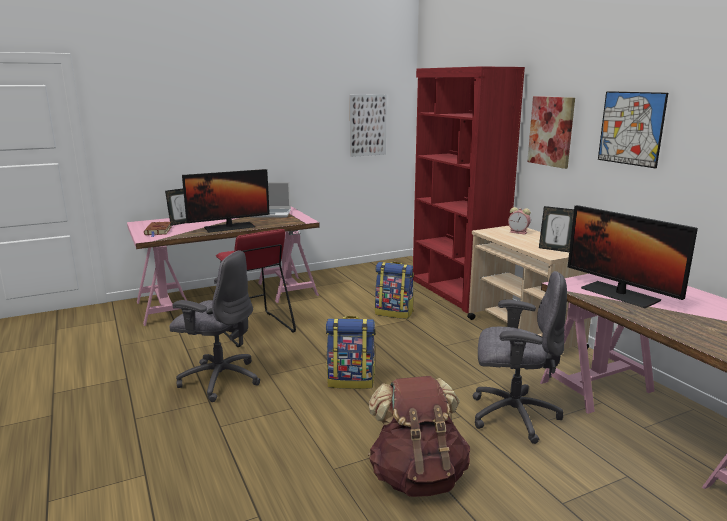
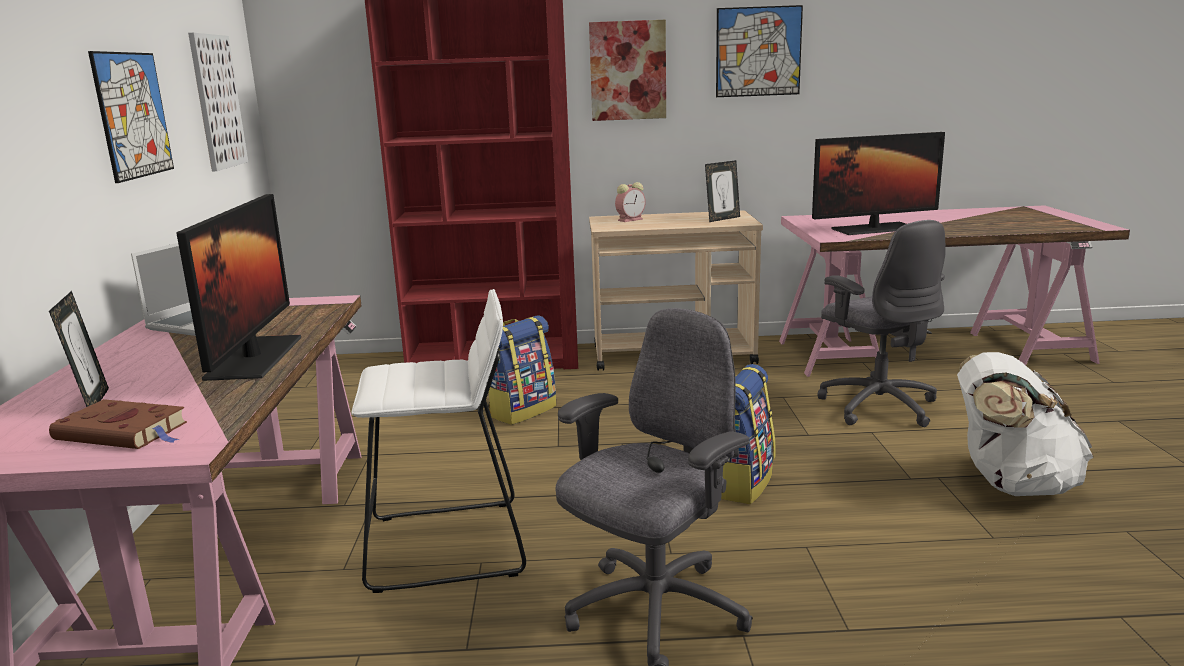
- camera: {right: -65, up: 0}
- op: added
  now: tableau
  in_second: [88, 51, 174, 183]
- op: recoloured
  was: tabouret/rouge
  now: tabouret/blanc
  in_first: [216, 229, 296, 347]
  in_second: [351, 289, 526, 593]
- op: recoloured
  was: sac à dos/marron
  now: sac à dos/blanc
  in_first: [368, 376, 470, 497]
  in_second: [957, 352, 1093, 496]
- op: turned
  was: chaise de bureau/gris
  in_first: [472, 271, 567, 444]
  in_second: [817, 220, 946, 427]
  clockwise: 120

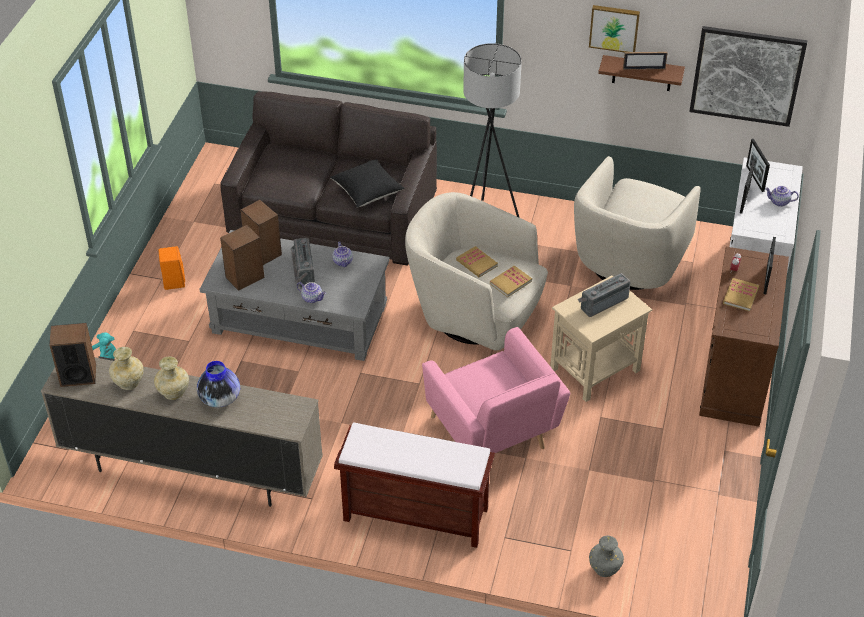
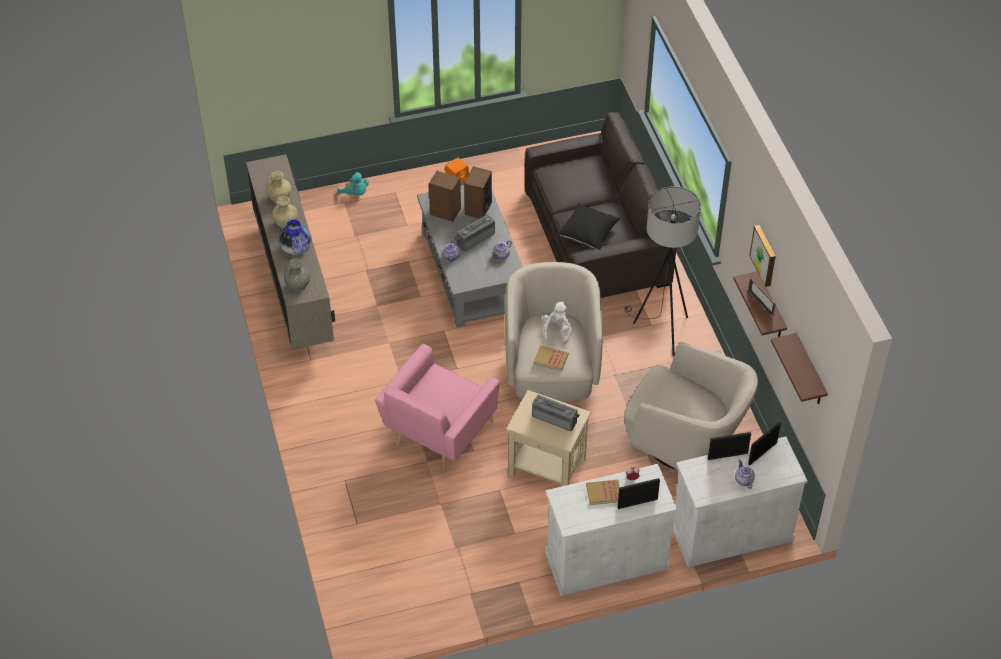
- camera: {right: 60, up: 5}
- op: removed
  was: enceinte
  in_first: [49, 323, 96, 387]
- op: removed
  was: banc/marron
  in_first: [334, 422, 495, 548]
- op: moved
  was: vase/gris
  in_first: [589, 536, 624, 577]
  in_second: [284, 258, 310, 291]
- op: replaced
  was: livre
  now: peluche/blanc
  in_first: [456, 246, 498, 277]
  in_second: [543, 302, 572, 344]
- op: replaced
  was: tableau
  now: étagère/marron
  in_first: [689, 26, 807, 127]
  in_second: [771, 333, 828, 404]
- op: recoloured
  was: meuble de rangement/marron
  now: meuble de rangement/blanc
  in_first: [699, 247, 789, 427]
  in_second: [545, 464, 678, 596]
- op: turned
  was: fauteuil/beige
  in_first: [574, 156, 701, 290]
  in_second: [624, 342, 758, 470]
  clockwise: -150

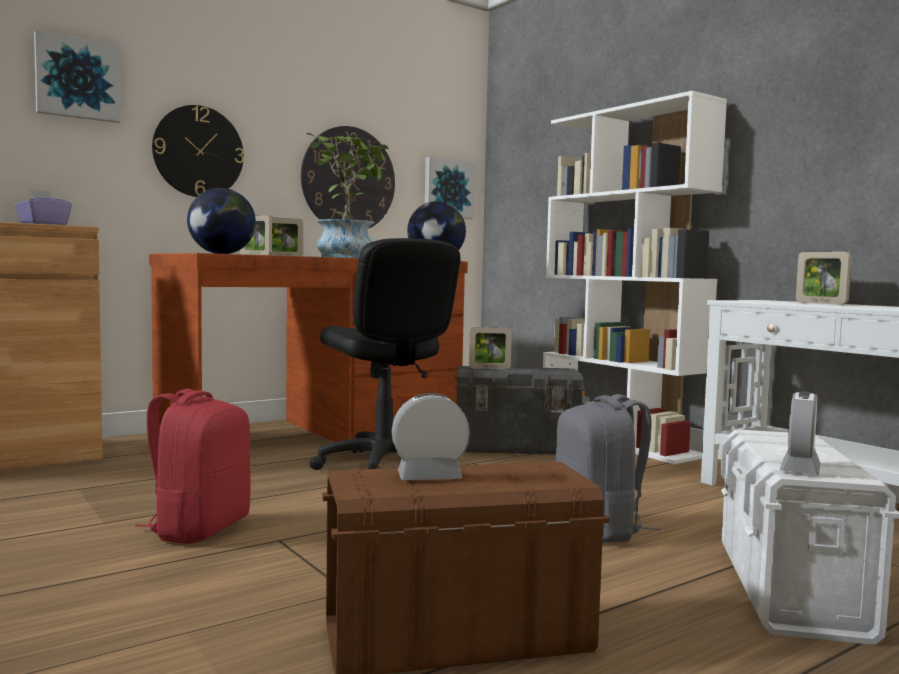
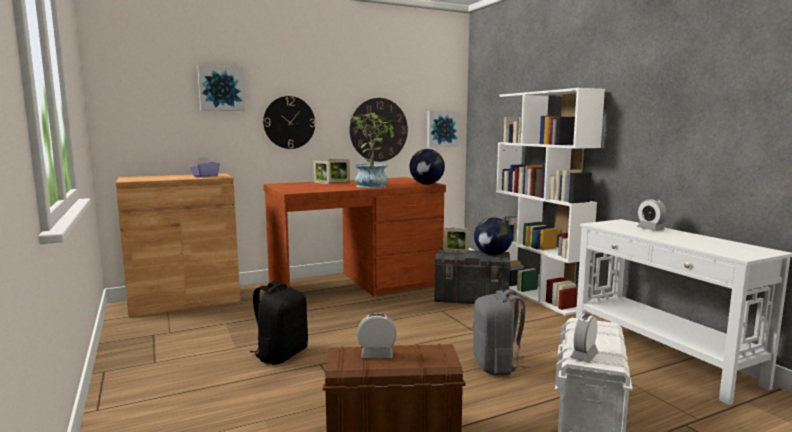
- camera: {right: 10, up: 5}
- op: removed
  was: chaise de bureau/noir
  in_first: [310, 238, 461, 470]
- op: moved
  was: globe
  in_first: [187, 188, 256, 254]
  in_second: [474, 217, 513, 255]
- op: replaced
  was: cadre photo
  now: réveil
  in_first: [796, 252, 852, 305]
  in_second: [637, 199, 667, 231]
- op: recoloured
  was: sac à dos/rouge
  now: sac à dos/noir
  in_first: [135, 389, 250, 544]
  in_second: [250, 281, 308, 365]

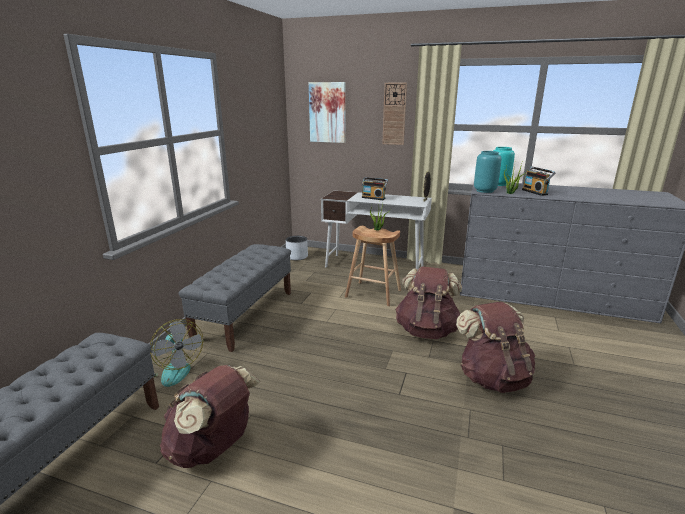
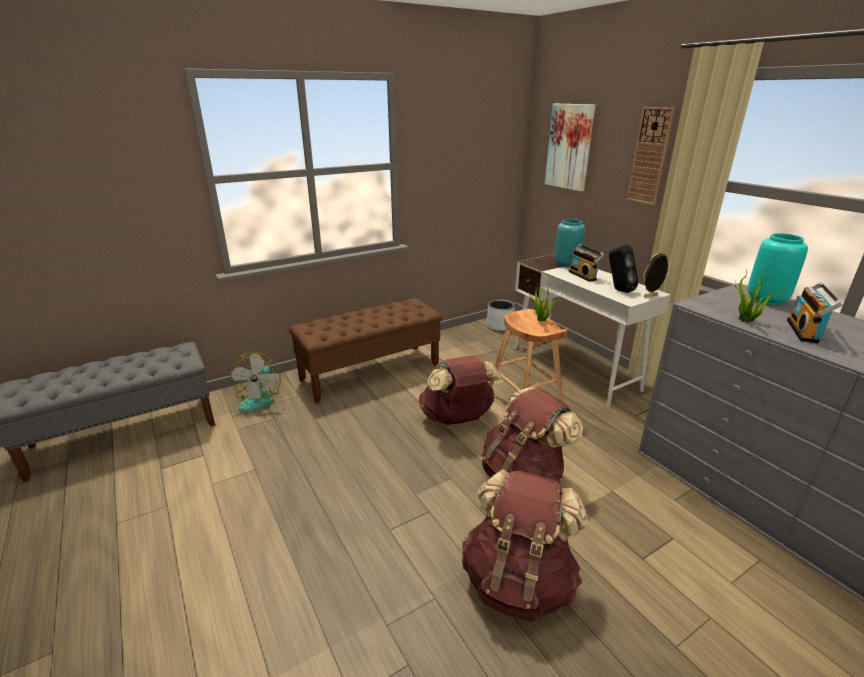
- camera: {right: 40, up: 5}
- op: added
  now: enceinte/noir
  in_second: [609, 245, 638, 293]
- op: moved
  was: sac à dos/marron
  in_first: [160, 365, 260, 468]
  in_second: [419, 355, 502, 425]
- op: moved
  was: vase/turquoise
  in_first: [474, 151, 502, 193]
  in_second: [554, 219, 585, 267]
- op: recoloured
  was: banc/gris
  now: banc/marron
  in_first: [179, 244, 291, 352]
  in_second: [289, 299, 442, 404]

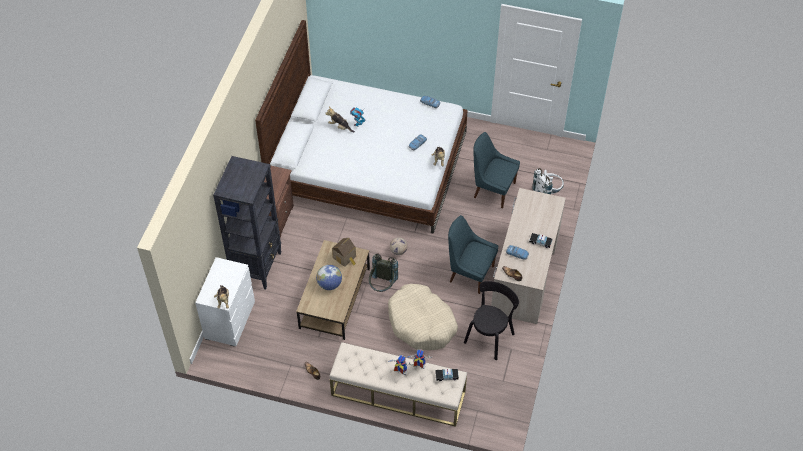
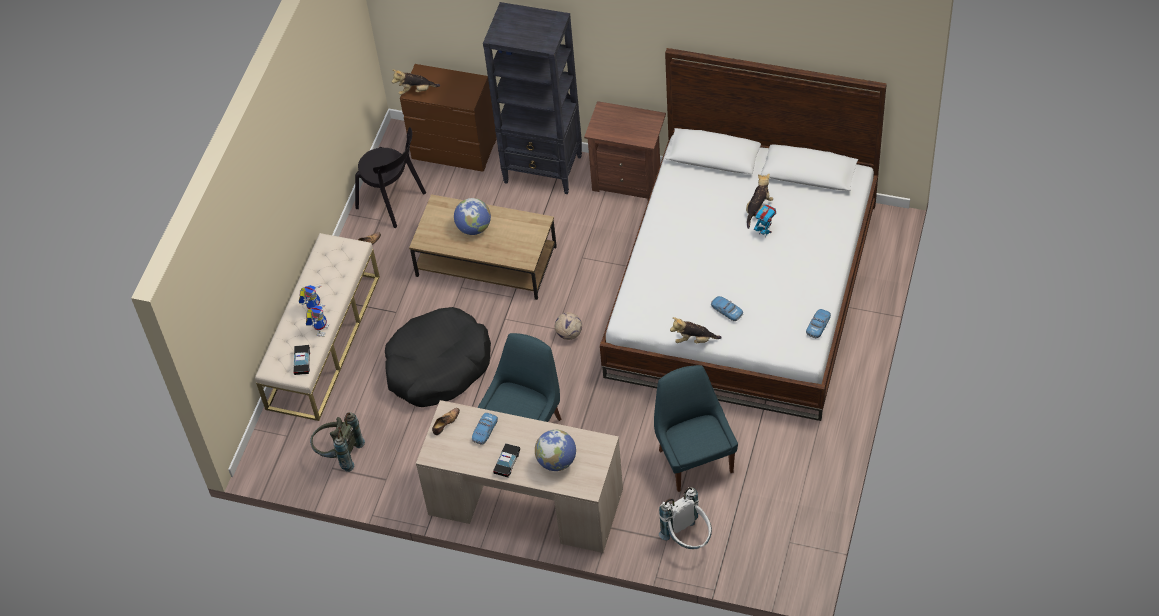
- camera: {right: 95, up: 0}
- op: removed
  was: maison miniature
  in_first: [332, 238, 356, 267]
- op: added
  now: globe
  in_second: [535, 430, 576, 471]
- op: moved
  was: sac à dos/gris
  in_first: [369, 254, 398, 292]
  in_second: [310, 412, 365, 472]
- op: moved
  was: chaise/noir
  in_first: [464, 281, 519, 360]
  in_second: [355, 127, 426, 228]
- op: recoloured
  was: commode/blanc
  now: commode/marron
  in_first: [195, 257, 255, 347]
  in_second: [400, 64, 497, 172]
- op: recoloured
  was: panier pour chien/beige
  now: panier pour chien/noir
  in_first: [388, 284, 458, 350]
  in_second: [385, 307, 491, 407]
- op: turned
  was: chaise/bleu
  in_first: [473, 132, 520, 208]
  in_second: [654, 365, 738, 492]
  clockwise: -45

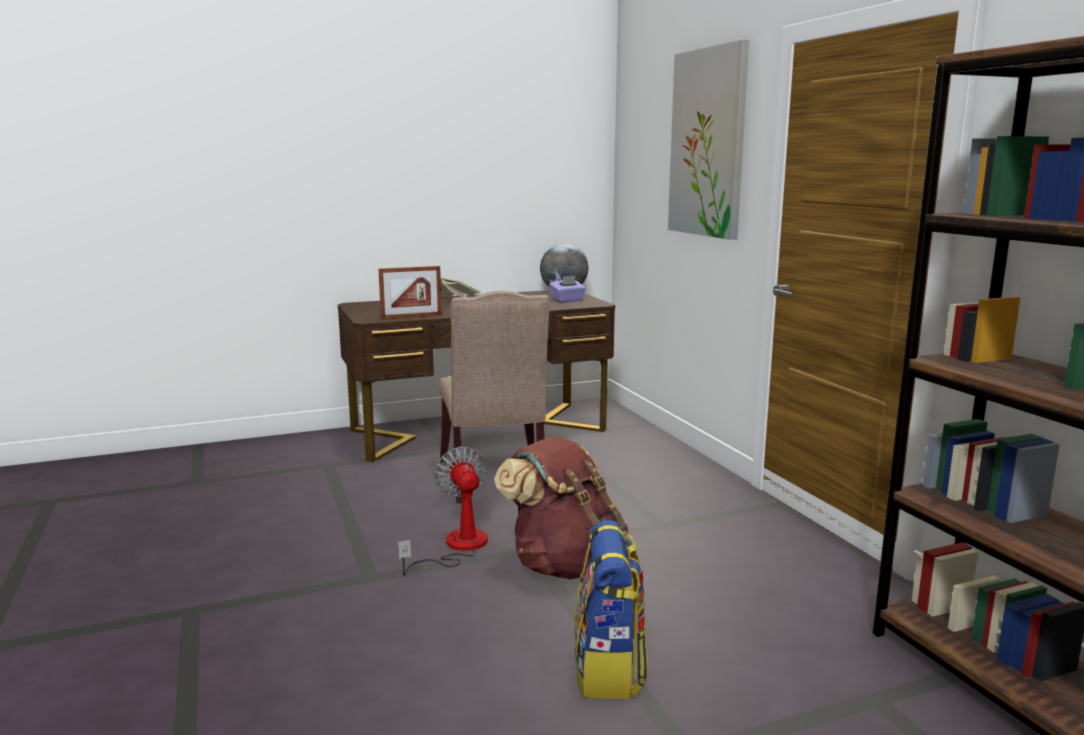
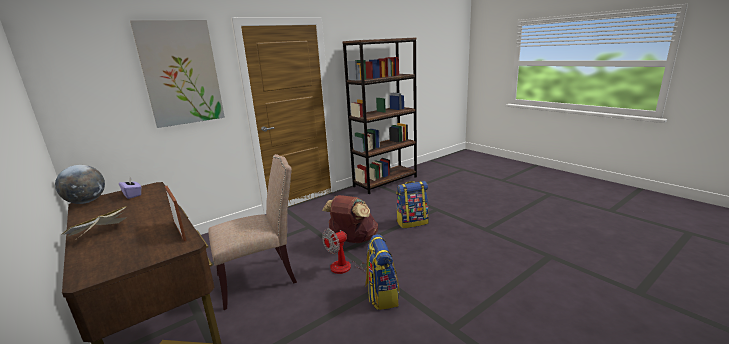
- camera: {right: -105, up: 5}
- op: added
  now: sac à dos
  in_second: [365, 234, 399, 310]

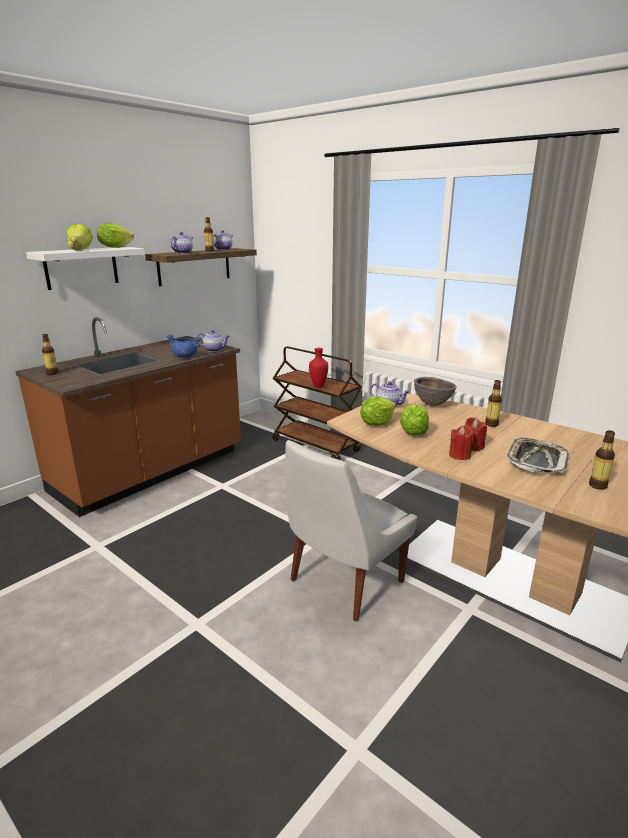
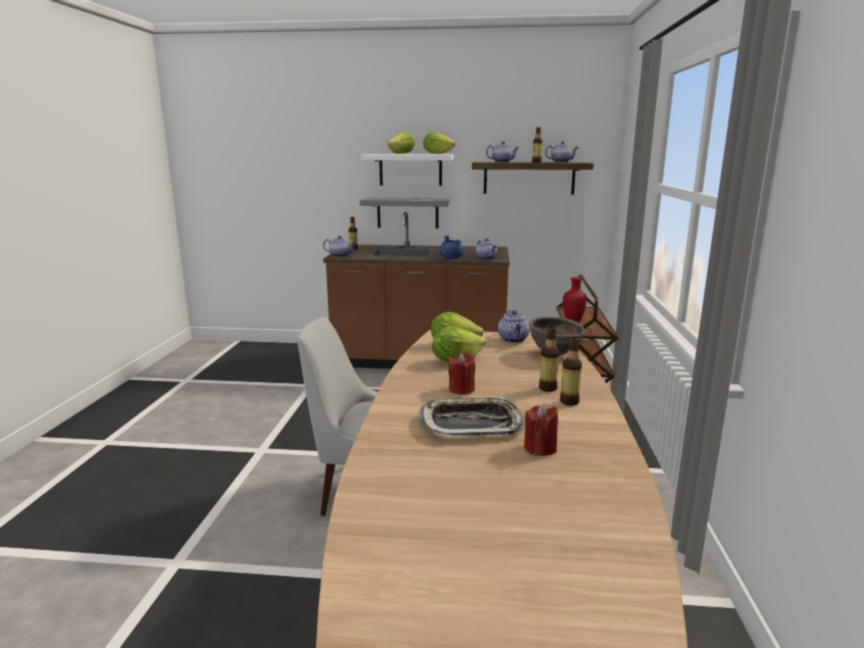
- camera: {right: 55, up: -5}
- op: added
  now: théière
  in_second: [323, 236, 356, 257]
- op: added
  now: étagère/gris
  in_second: [360, 198, 450, 229]
- op: moved
  was: bougie/rouge
  in_first: [449, 426, 474, 460]
  in_second: [524, 404, 558, 456]
- op: moved
  was: bouteille
  in_first: [589, 430, 615, 490]
  in_second: [560, 337, 582, 406]

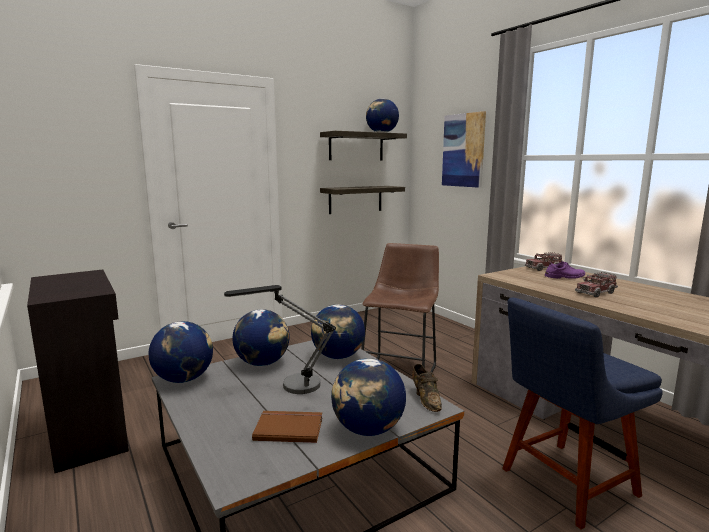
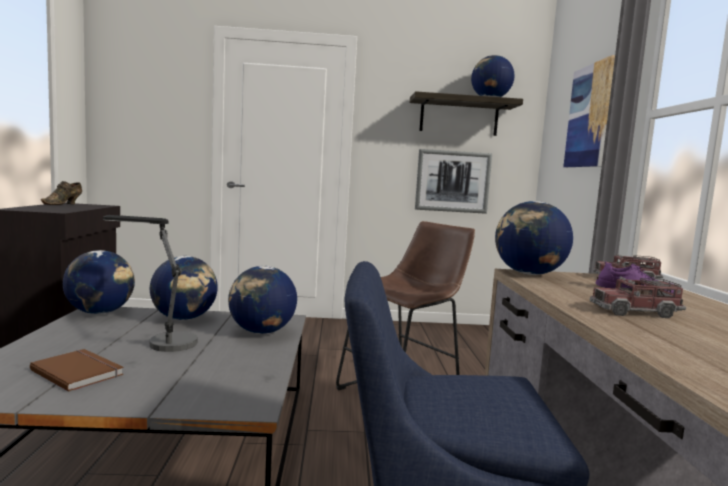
- camera: {right: 30, up: -5}
- op: moved
  was: globe
  in_first: [331, 358, 406, 436]
  in_second: [495, 201, 573, 275]
- op: moved
  was: chaussure/marron
  in_first: [412, 364, 442, 412]
  in_second: [41, 181, 82, 205]
- op: replaced
  was: étagère
  now: tableau
  in_first: [320, 186, 405, 214]
  in_second: [415, 149, 492, 214]

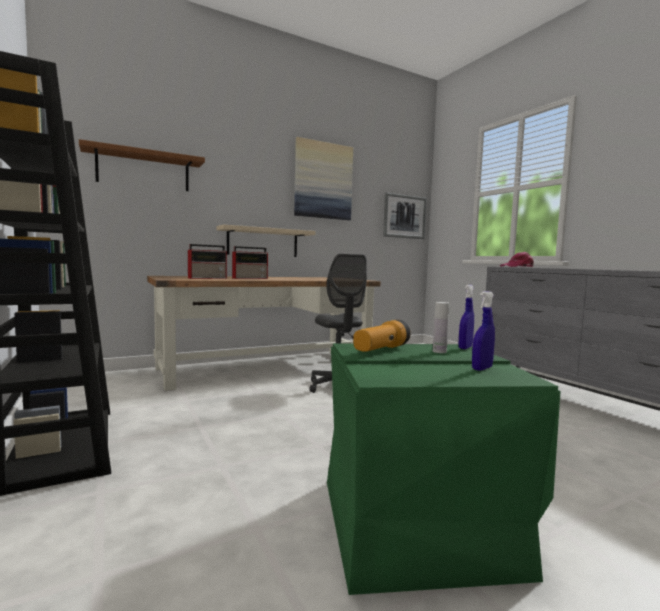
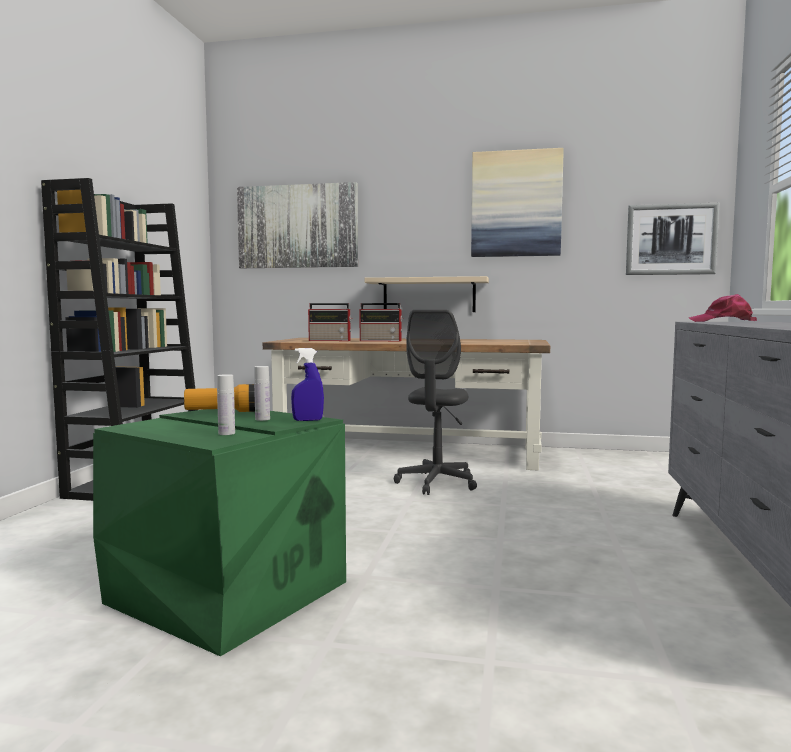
- camera: {right: 40, up: 0}
- op: replaced
  was: étagère/marron
  now: tableau
  in_first: [79, 139, 205, 191]
  in_second: [237, 182, 358, 268]
- op: replaced
  was: vaporisateur/bleu
  now: bouteille/blanc
  in_first: [472, 291, 495, 371]
  in_second: [217, 374, 235, 435]

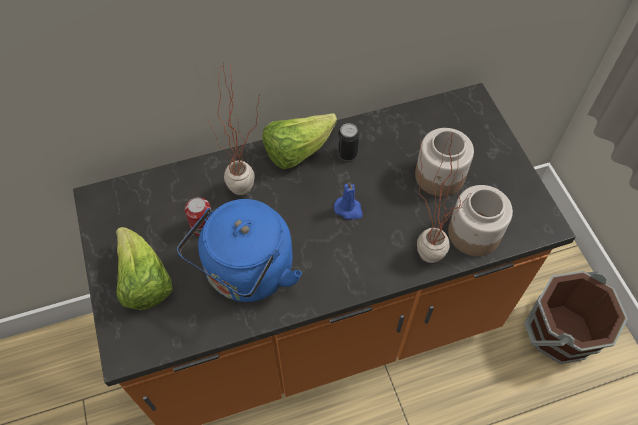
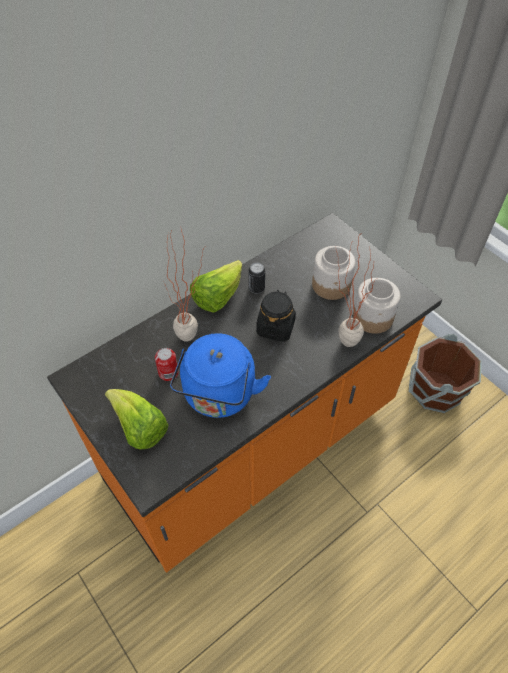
- camera: {right: -20, up: -5}
- op: replaced
  was: bougie/bleu
  now: bocal/noir
  in_first: [334, 181, 363, 220]
  in_second: [256, 290, 296, 342]

